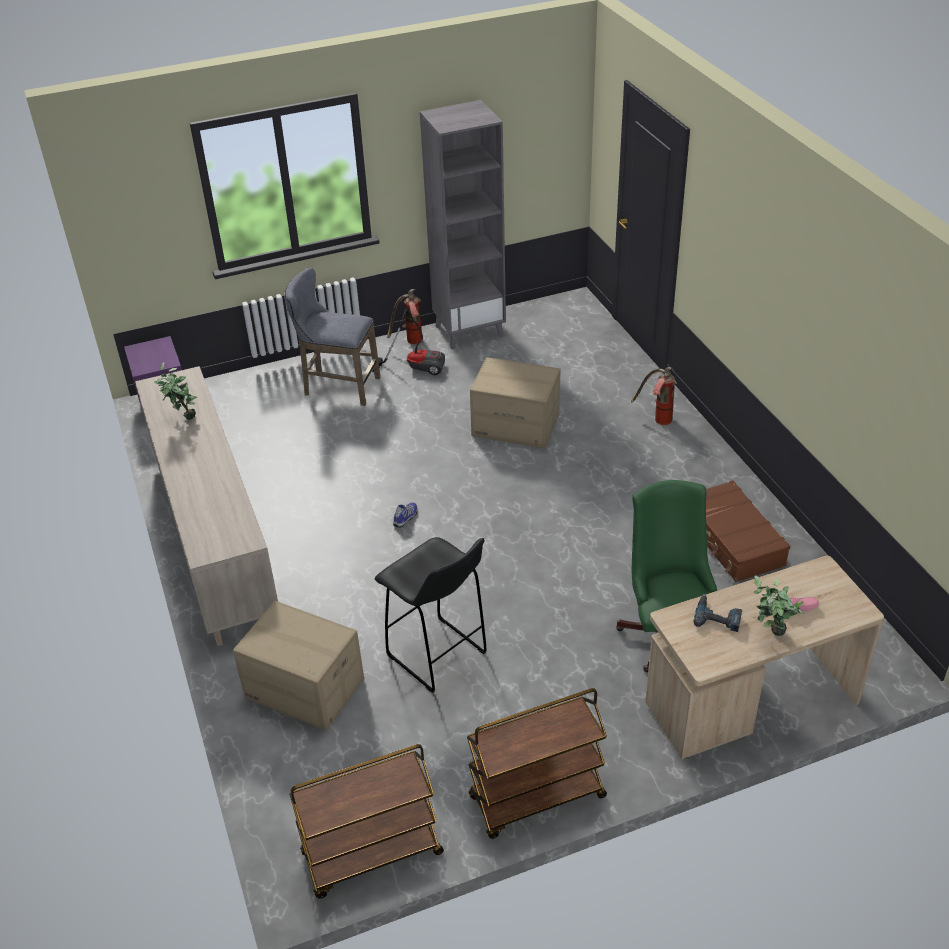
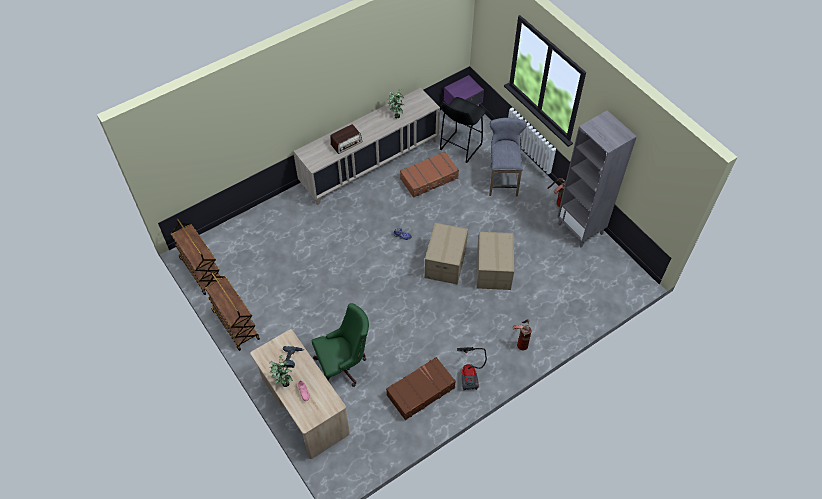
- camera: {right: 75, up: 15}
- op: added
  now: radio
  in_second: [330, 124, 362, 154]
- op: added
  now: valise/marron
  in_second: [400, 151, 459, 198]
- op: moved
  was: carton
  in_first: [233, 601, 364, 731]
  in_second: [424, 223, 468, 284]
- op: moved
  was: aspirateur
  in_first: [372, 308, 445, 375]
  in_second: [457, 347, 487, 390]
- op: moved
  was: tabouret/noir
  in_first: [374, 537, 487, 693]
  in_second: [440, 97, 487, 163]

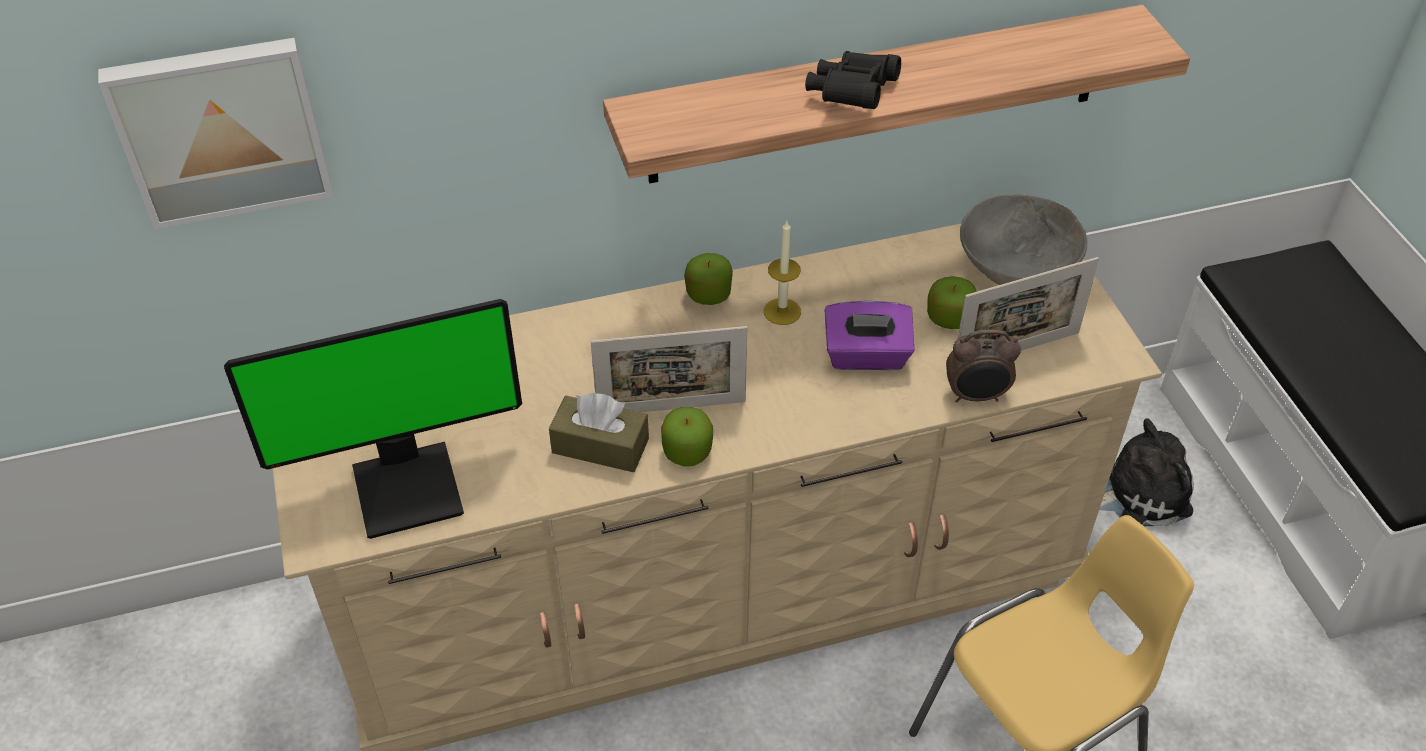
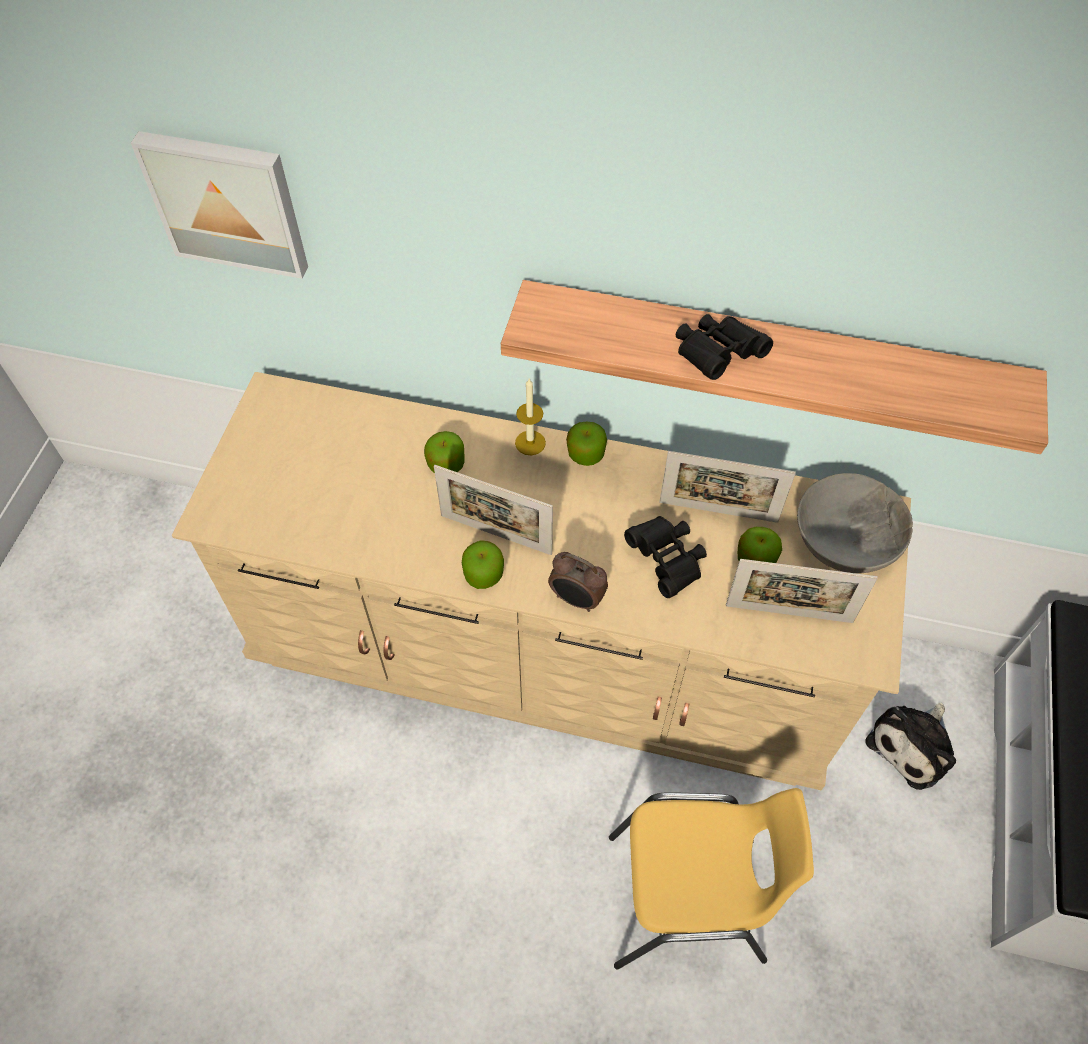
- camera: {right: 30, up: 10}
- op: removed
  was: écran d'ordinateur
  in_first: [224, 299, 522, 539]
- op: removed
  was: boîte à mouchoirs/marron
  in_first: [549, 393, 649, 472]
- op: added
  now: pomme
  in_second: [424, 431, 465, 473]
- op: added
  now: cadre photo
  in_second: [659, 451, 796, 523]
- op: moved
  was: bougie
  in_first: [764, 221, 801, 325]
  in_second: [515, 379, 546, 455]
- op: moved
  was: réveil
  in_first: [946, 329, 1021, 403]
  in_second: [548, 552, 608, 612]
- op: replaced
  was: boîte à mouchoirs/violet
  now: jumelles/noir
  in_first: [825, 301, 915, 370]
  in_second: [624, 516, 707, 598]
- op: turned
  was: peluche
  in_first: [1099, 418, 1194, 526]
  in_second: [865, 703, 956, 790]
  clockwise: 120

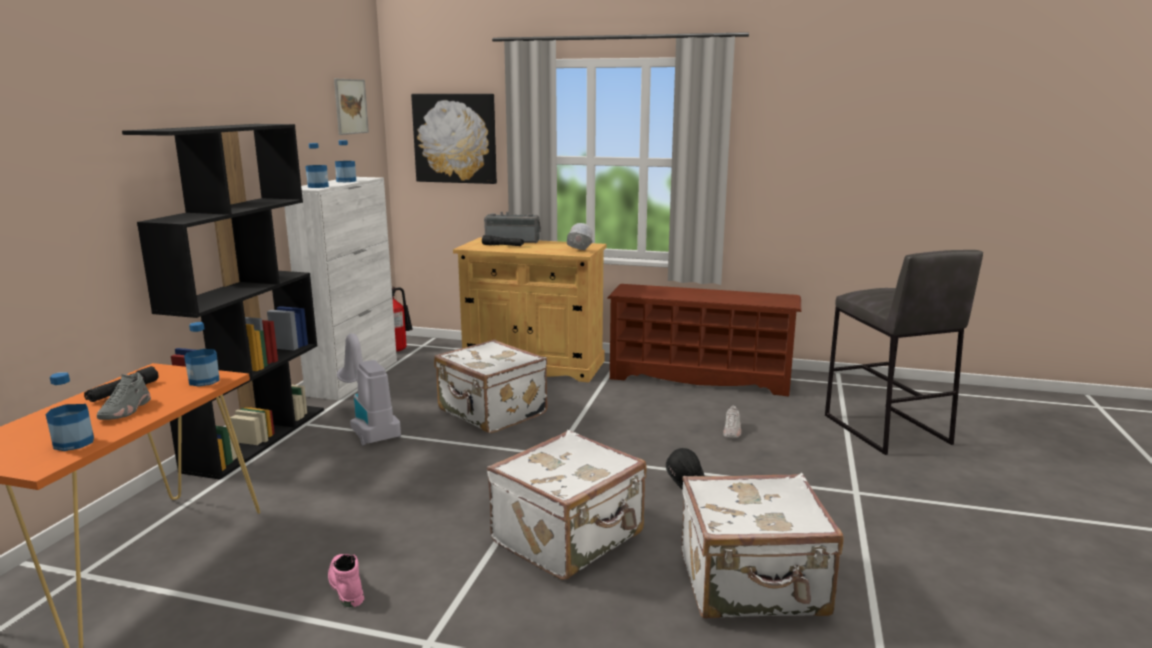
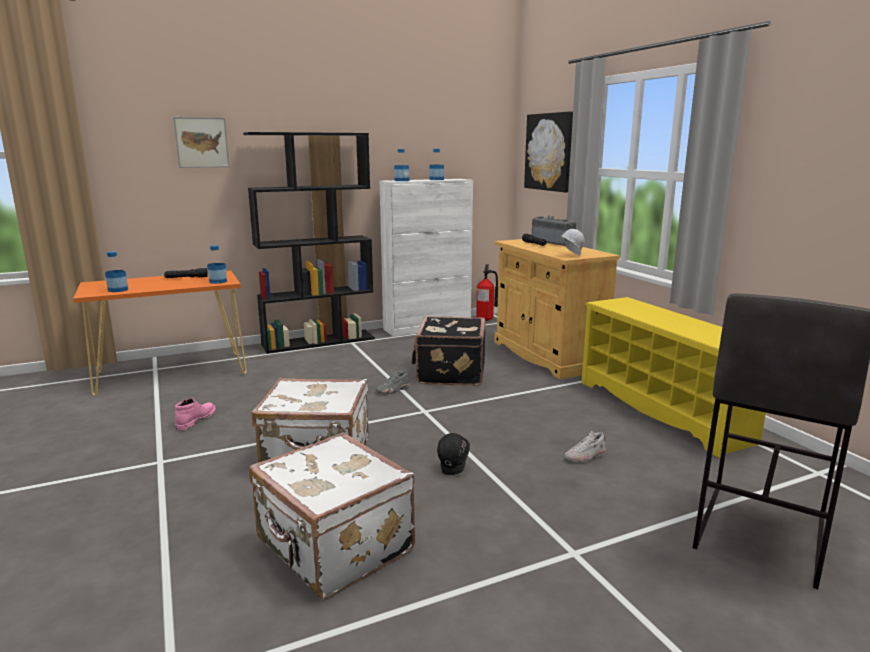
- camera: {right: 50, up: 0}
- op: removed
  was: aspirateur
  in_first: [337, 333, 401, 445]
- op: moved
  was: chaussure/gris
  in_first: [97, 372, 151, 420]
  in_second: [376, 370, 410, 394]
- op: moved
  was: tableau
  in_first: [334, 79, 369, 135]
  in_second: [173, 117, 230, 168]
- op: recoloured
  was: valise/blanc
  now: valise/noir
  in_first: [434, 340, 548, 433]
  in_second: [412, 316, 485, 386]
- op: recoloured
  was: étagère à chaussures/marron
  now: étagère à chaussures/jaune
  in_first: [607, 284, 801, 396]
  in_second: [582, 297, 766, 458]

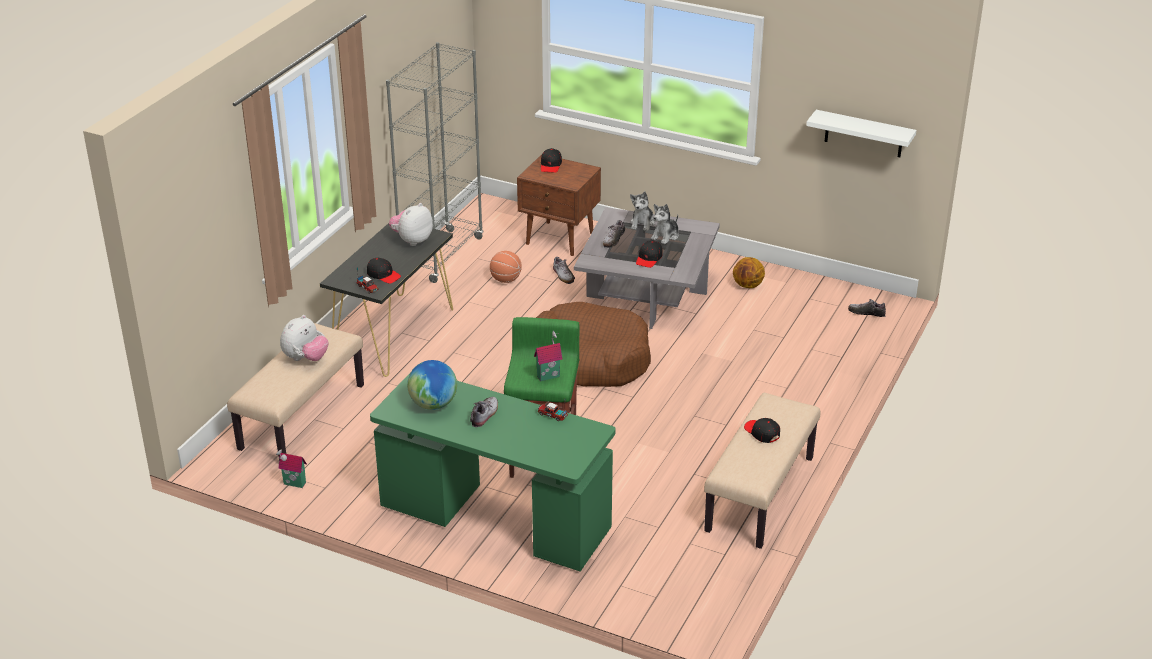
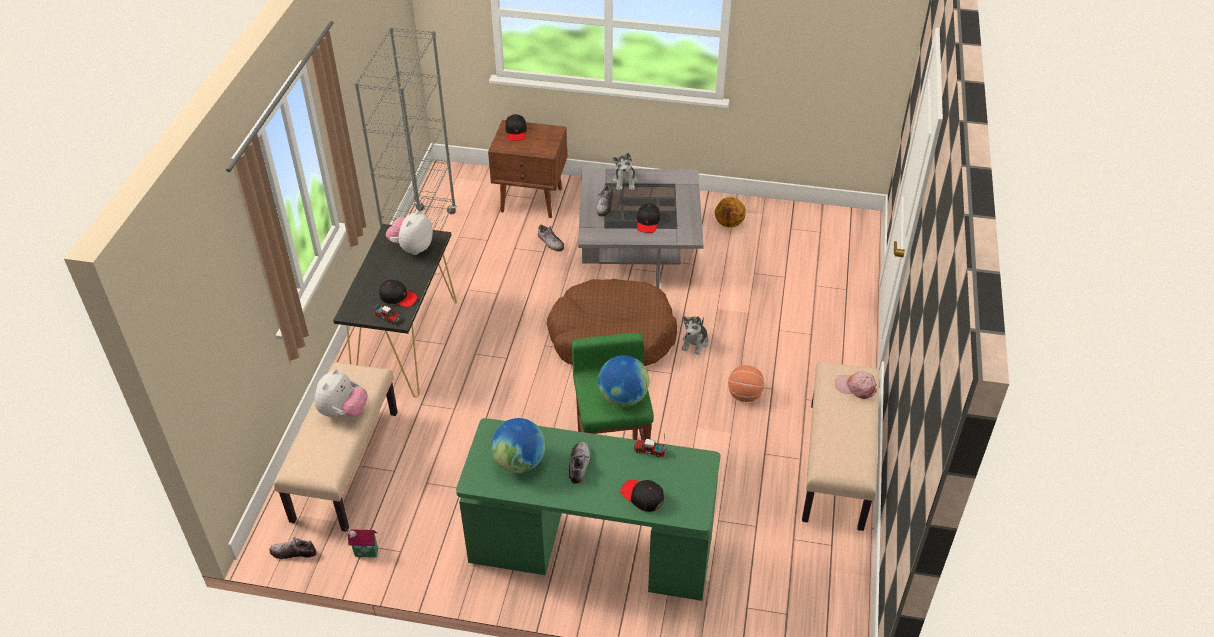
- camera: {right: -15, up: 10}
- op: removed
  was: étagère/blanc
  in_first: [806, 110, 916, 157]
- op: added
  now: casquette/rose
  in_second: [835, 371, 877, 399]
- op: moved
  was: ballon de basket
  in_first: [490, 251, 522, 283]
  in_second: [728, 365, 764, 402]
- op: moved
  was: peluche
  in_first: [651, 204, 679, 244]
  in_second: [682, 316, 709, 355]
- op: moved
  was: casquette/noir
  in_first: [744, 418, 780, 443]
  in_second: [620, 480, 664, 512]
- op: moved
  was: chaussure
  in_first: [848, 299, 886, 317]
  in_second: [269, 536, 316, 559]
- op: replaced
  was: maison miniature
  now: globe
  in_first: [534, 331, 563, 381]
  in_second: [598, 355, 649, 407]

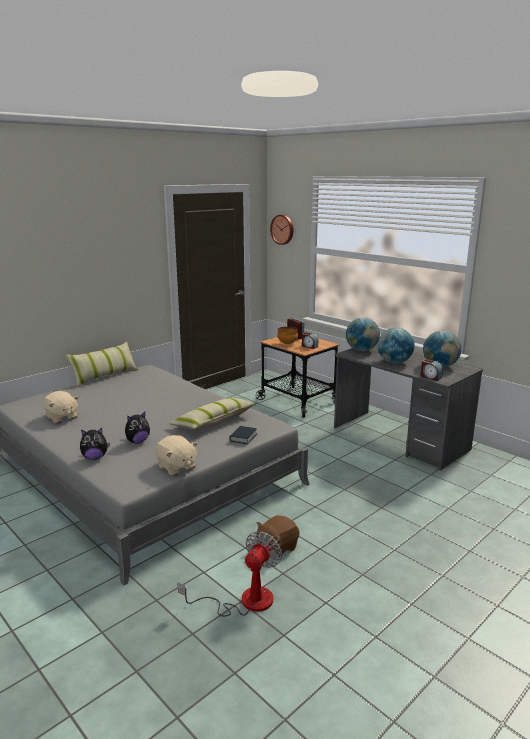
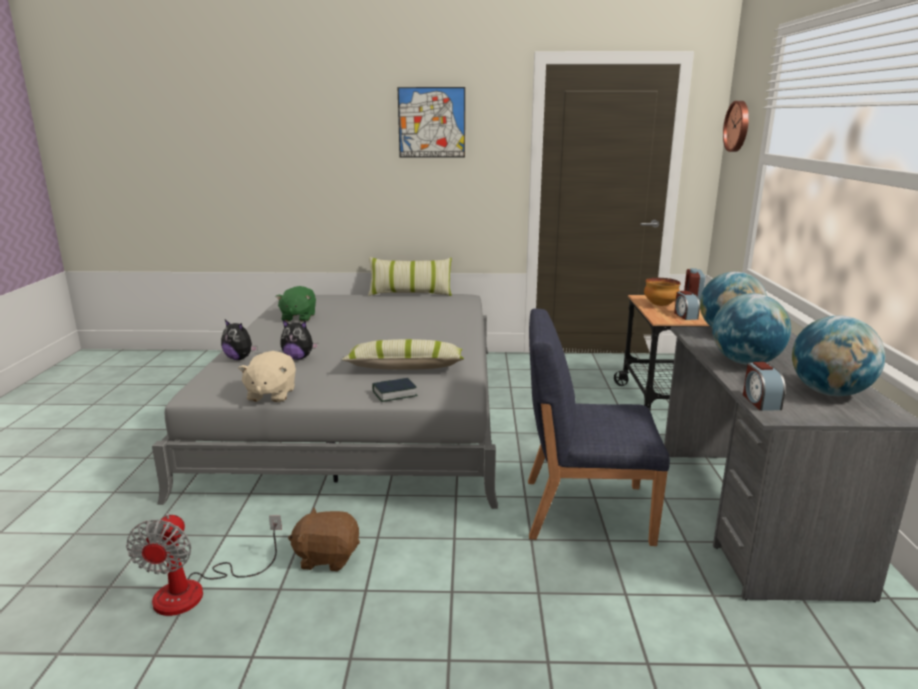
- camera: {right: 45, up: 0}
- op: added
  now: tableau
  in_second: [398, 87, 465, 157]
- op: added
  now: chaise/bleu
  in_second: [528, 308, 670, 546]
- op: recoloured
  was: peluche/beige
  now: peluche/vert
  in_first: [44, 391, 78, 424]
  in_second: [276, 286, 316, 322]
- op: turned
  was: ventilateur
  in_first: [177, 531, 282, 617]
  in_second: [126, 513, 282, 616]
  clockwise: 105

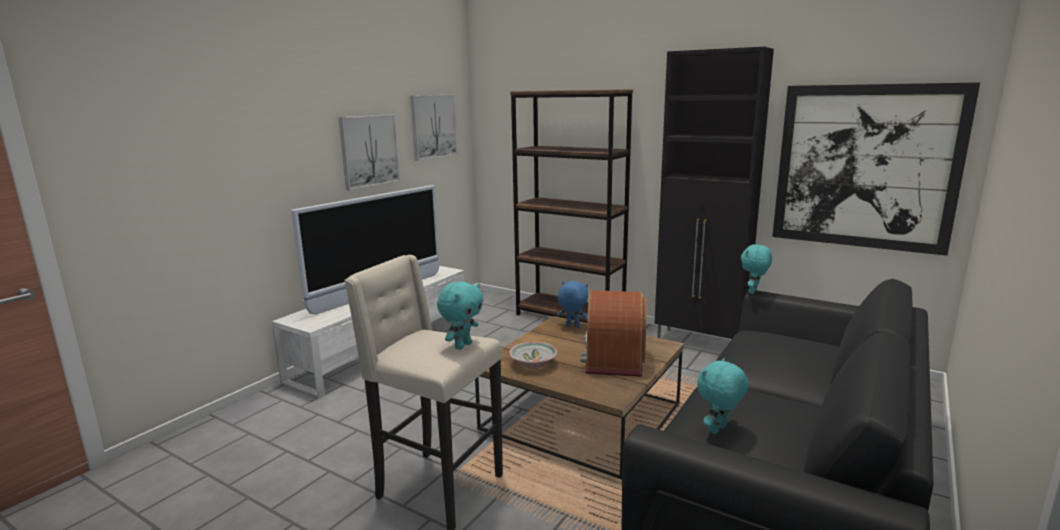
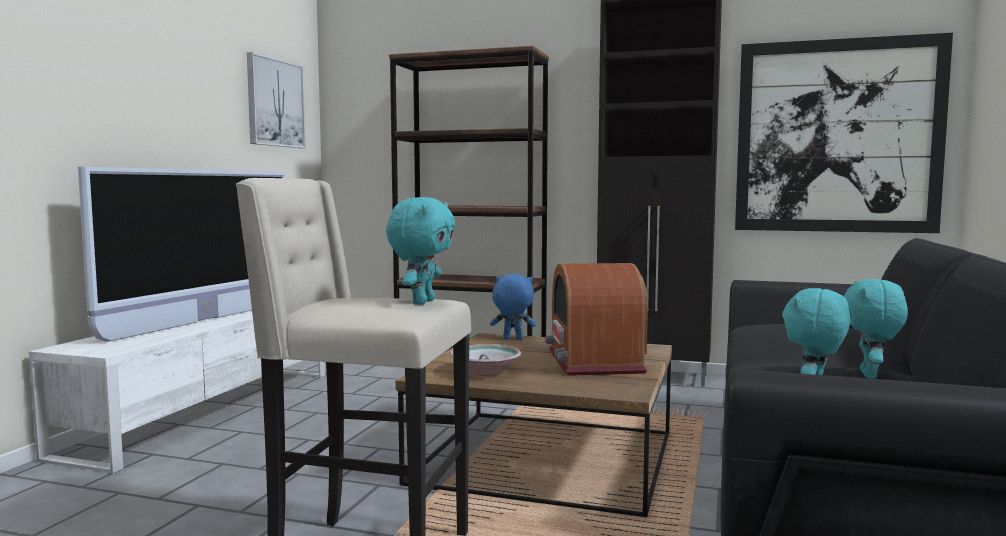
- camera: {right: -15, up: -10}
- op: removed
  was: tableau
  in_first: [338, 114, 400, 190]
- op: moved
  was: peluche/turquoise
  in_first: [741, 244, 772, 294]
  in_second: [844, 279, 908, 379]

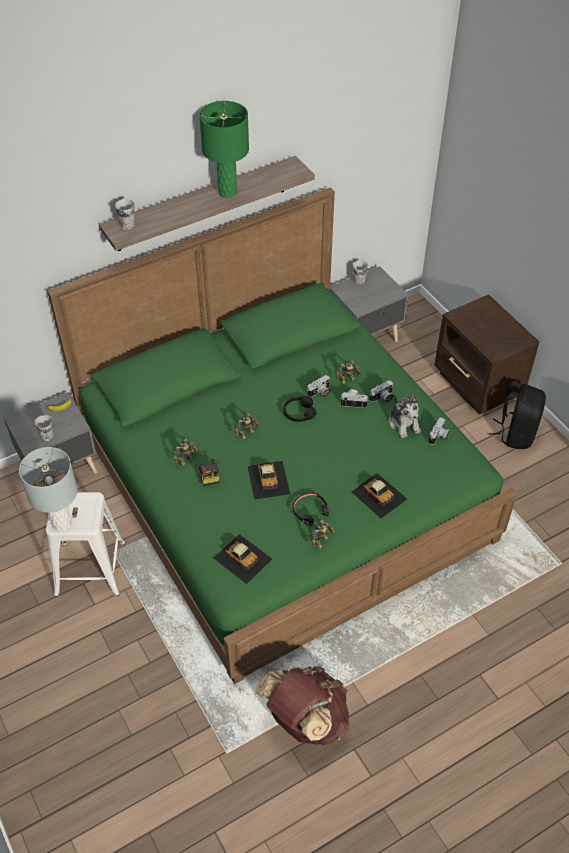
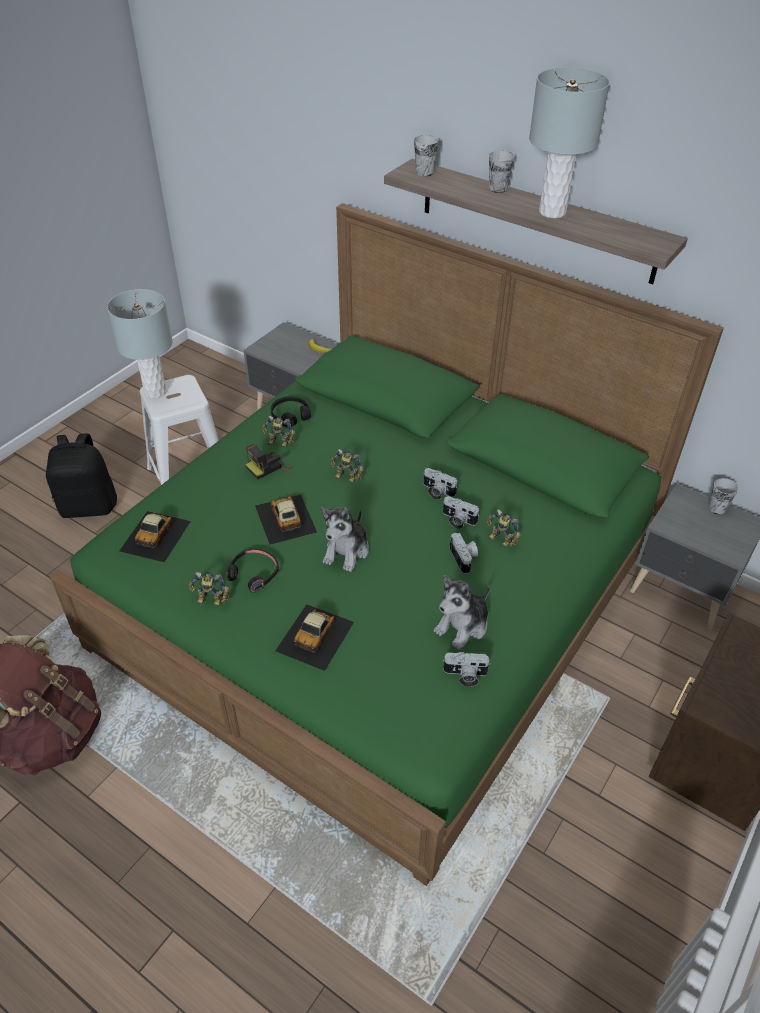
- camera: {right: 65, up: -5}
- op: added
  now: peluche
  in_second: [321, 507, 369, 572]
- op: moved
  was: tasse
  in_first: [35, 415, 54, 442]
  in_second: [489, 150, 514, 193]
- op: moved
  was: casque audio/noir
  in_first: [283, 396, 316, 422]
  in_second: [271, 396, 311, 427]
- op: moved
  was: appareil photo
  in_first: [370, 380, 394, 403]
  in_second: [424, 468, 458, 500]
- op: moved
  was: sac à dos/noir
  in_first: [489, 381, 546, 449]
  in_second: [46, 433, 117, 518]
- op: recoloured
  was: lampe de table/vert
  now: lampe de table/gris
  in_first: [199, 101, 249, 198]
  in_second: [529, 67, 610, 218]
- op: turned
  was: petite voiture
  in_first: [248, 461, 290, 500]
  in_second: [255, 495, 317, 545]
  clockwise: 105

